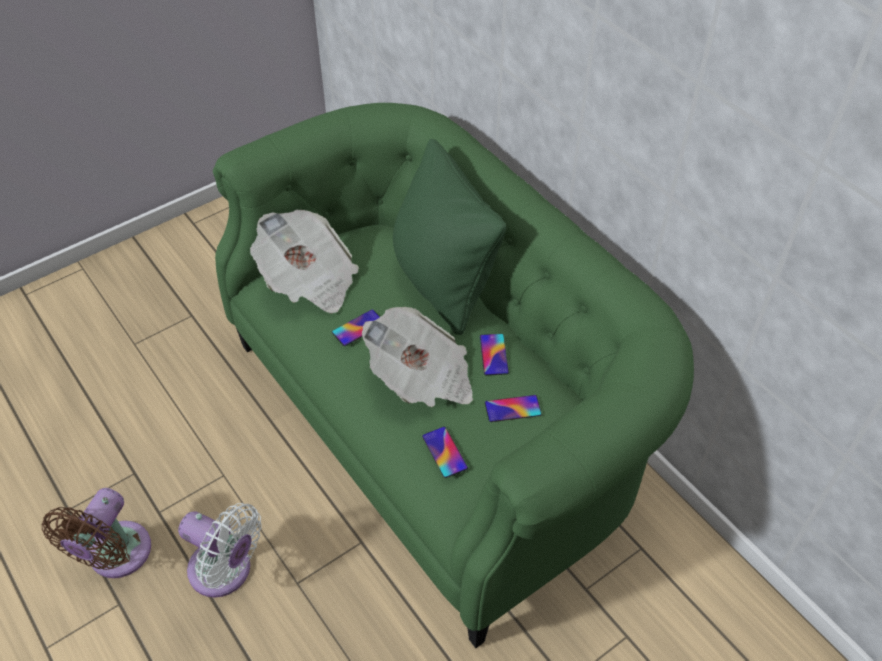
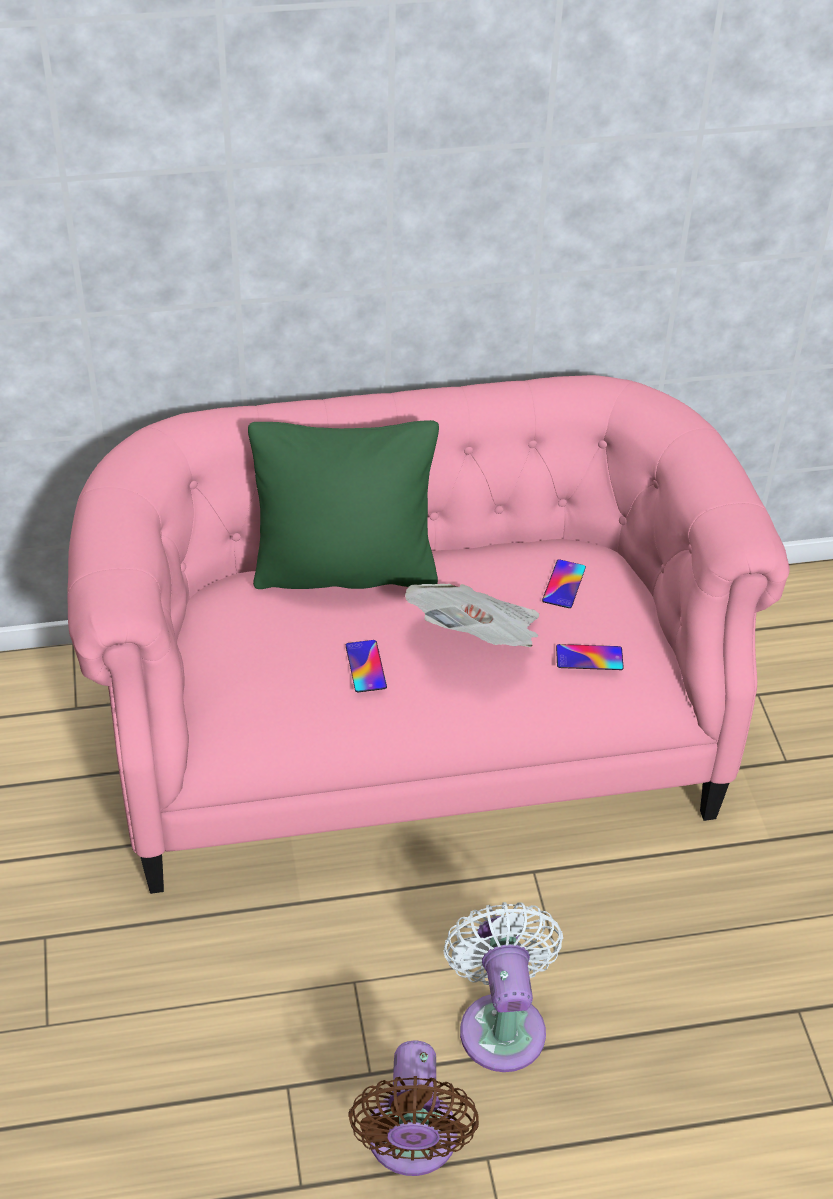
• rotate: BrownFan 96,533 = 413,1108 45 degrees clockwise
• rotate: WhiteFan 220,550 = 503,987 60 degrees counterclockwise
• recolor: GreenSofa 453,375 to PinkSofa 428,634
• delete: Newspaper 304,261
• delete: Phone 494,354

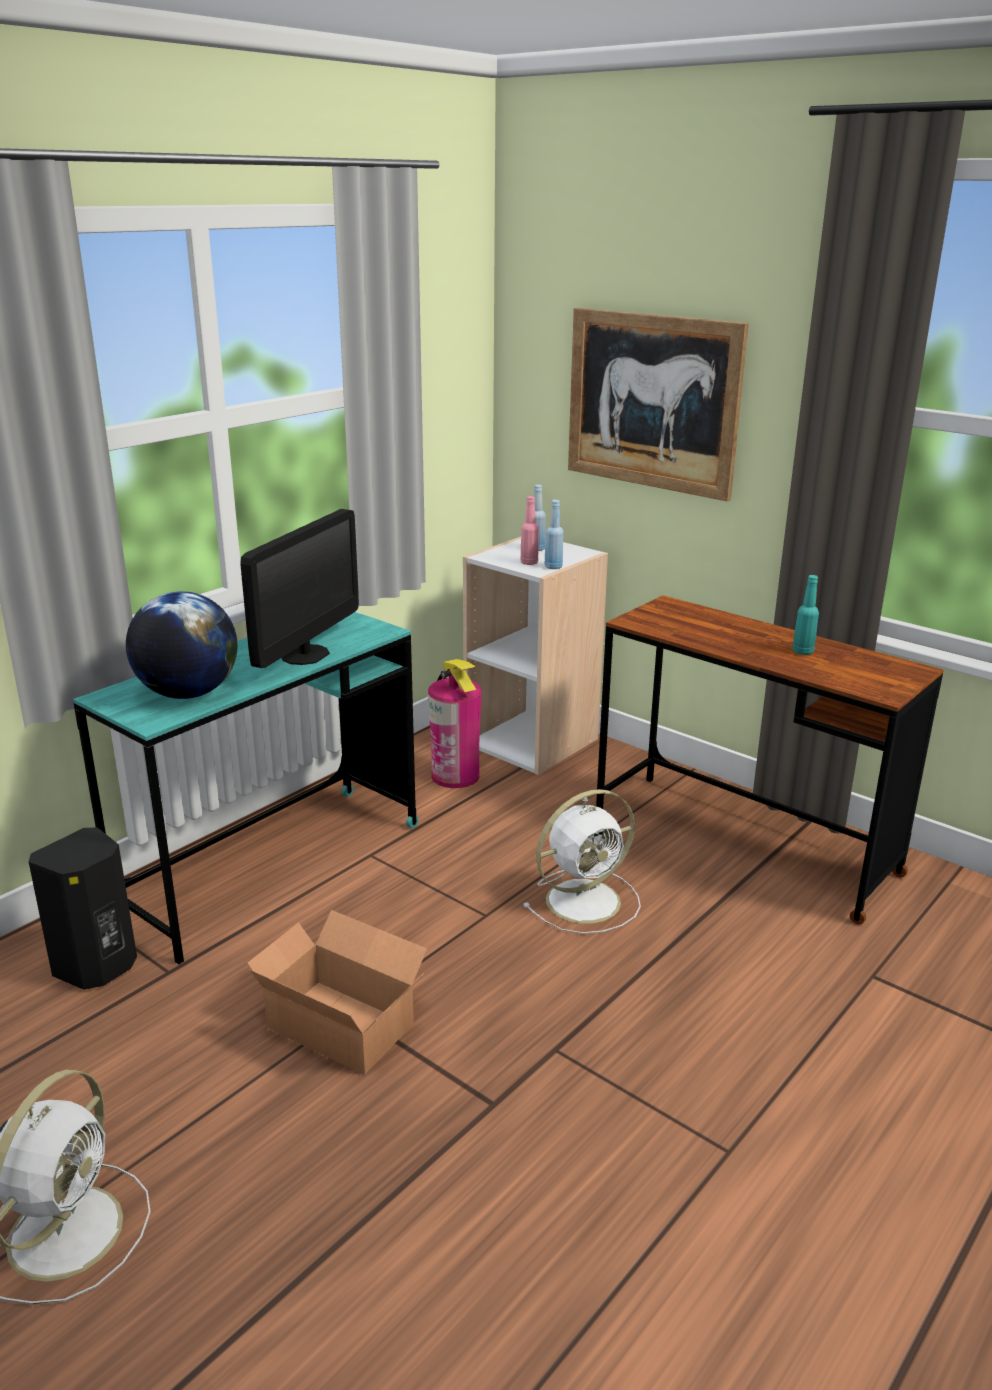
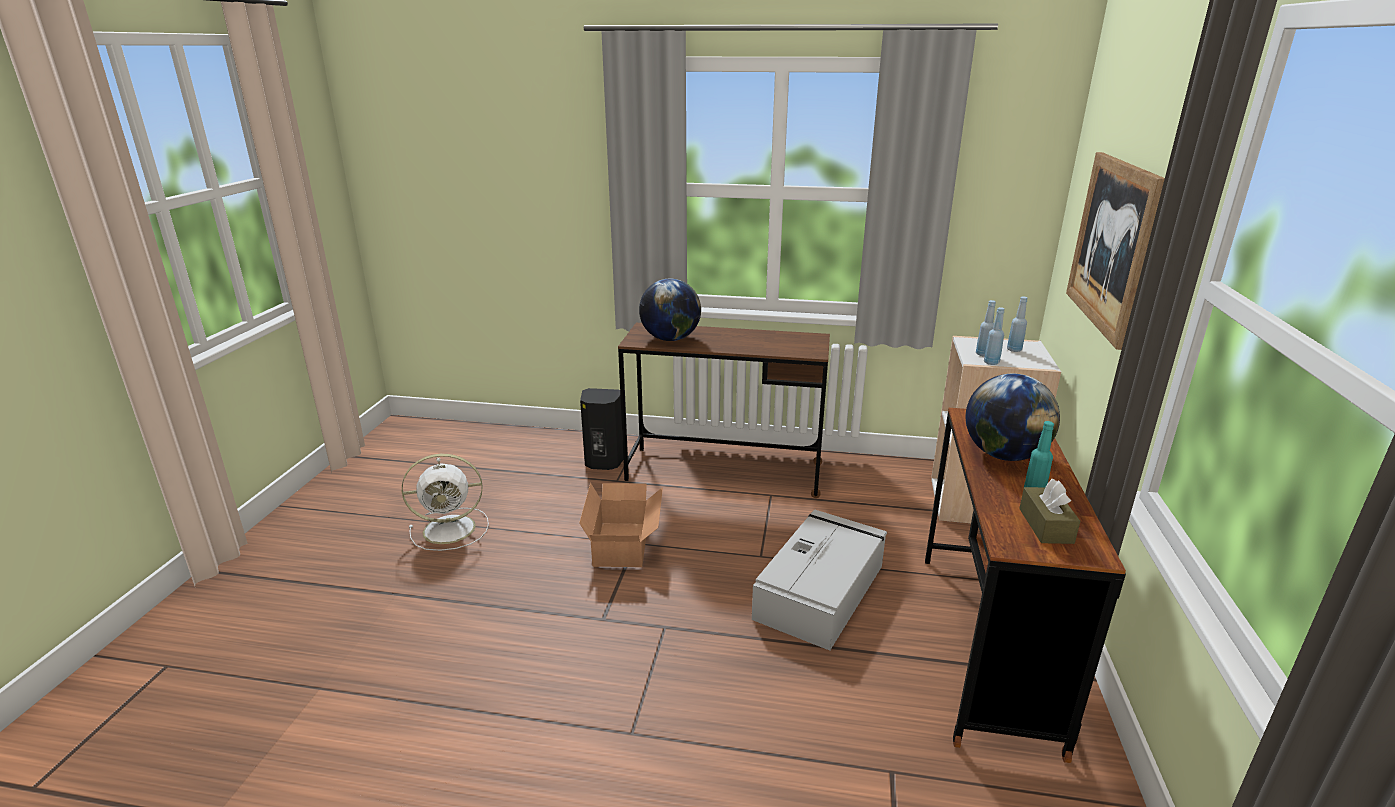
• recolor: TurquoiseDesk 246,788 to BrownDesk 724,410
• delete: Monitor 299,588
• delete: FireExtinguisher 455,723
• recolor: PinkBottle 529,530 to BlueBottle 986,328
• replace: WhiteFan 582,861 to GreyStorageBox 819,580
• insert: Globe 1013,417
• insert: BrownTissueBox 1049,511

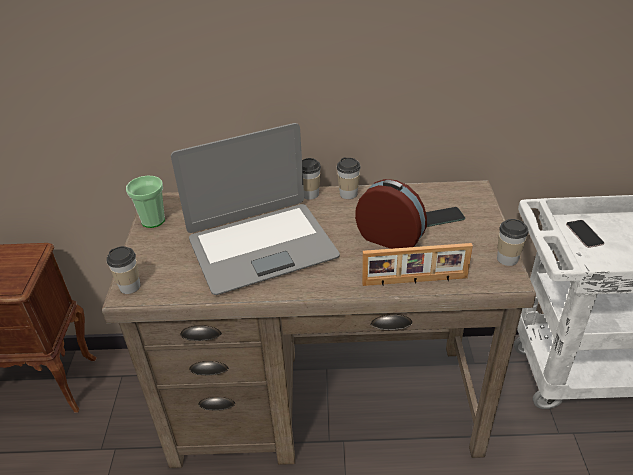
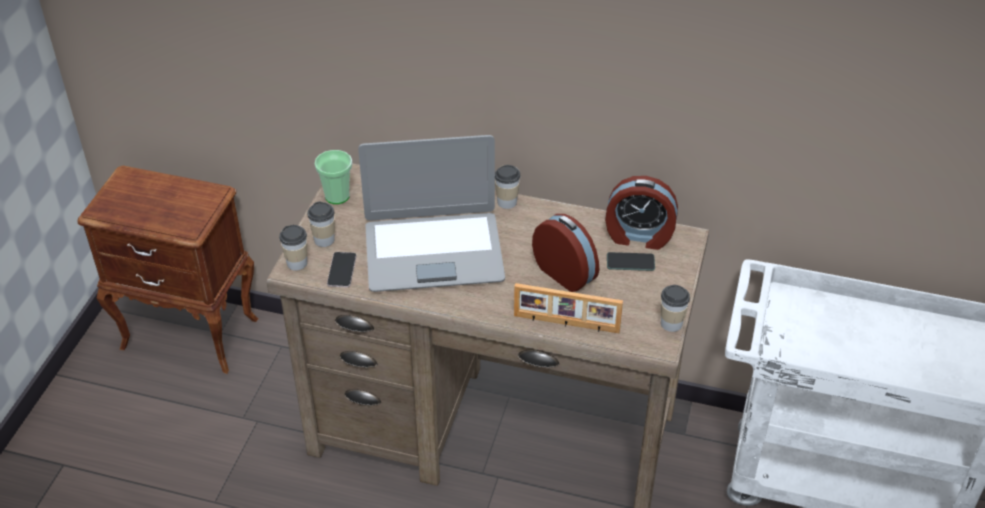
• move: Cup 349,178 to 321,224
• move: Phone 585,234 to 341,269
• insert: AlarmClock 641,213

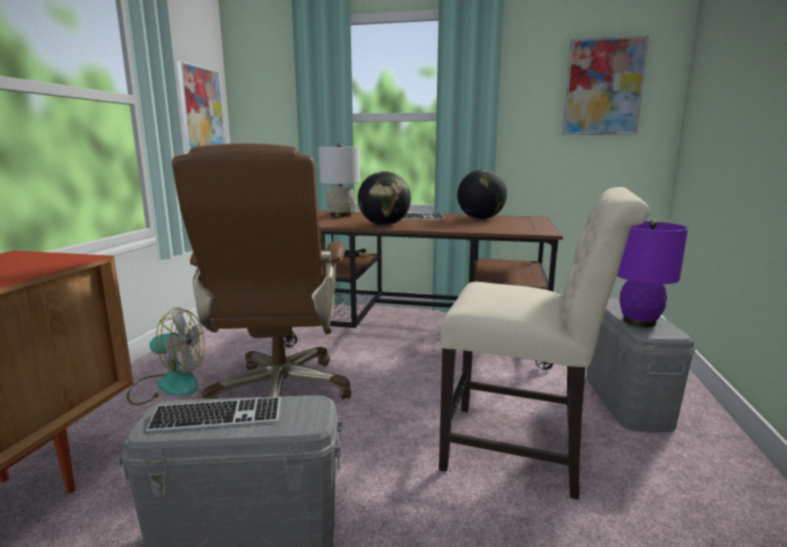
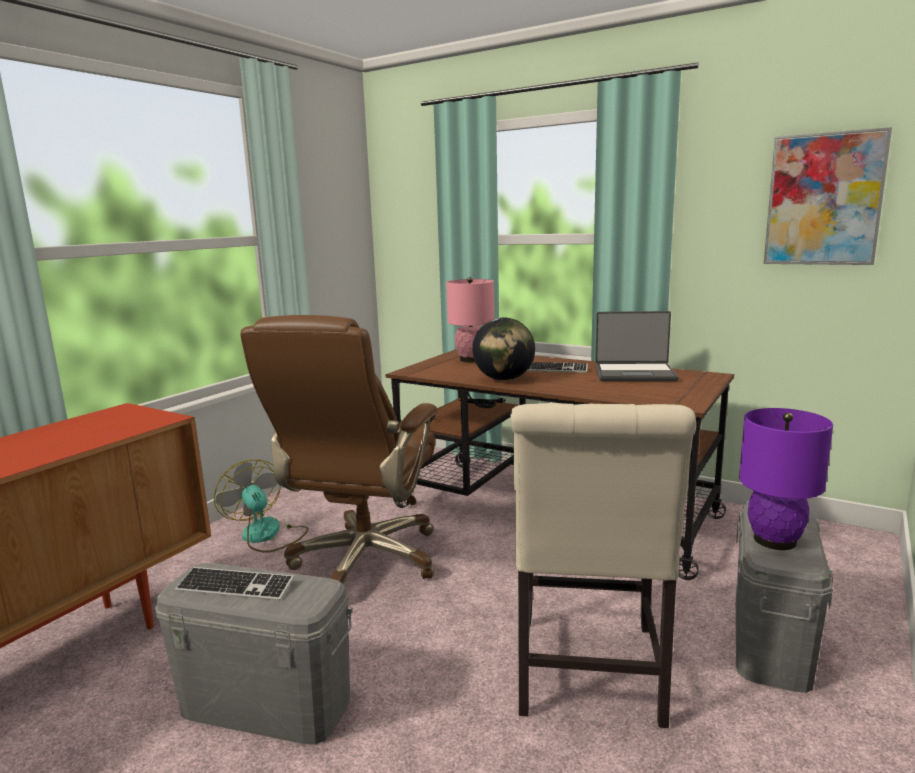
• rotate: Fan 166,356 = 261,506 150 degrees counterclockwise
• delete: Picture 201,107
• recolor: WhiteTableLamp 339,180 to PinkTableLamp 470,319
• rotate: BeigeChair 544,343 = 603,565 60 degrees clockwise
• replace: Globe 482,194 to Laptop 637,346

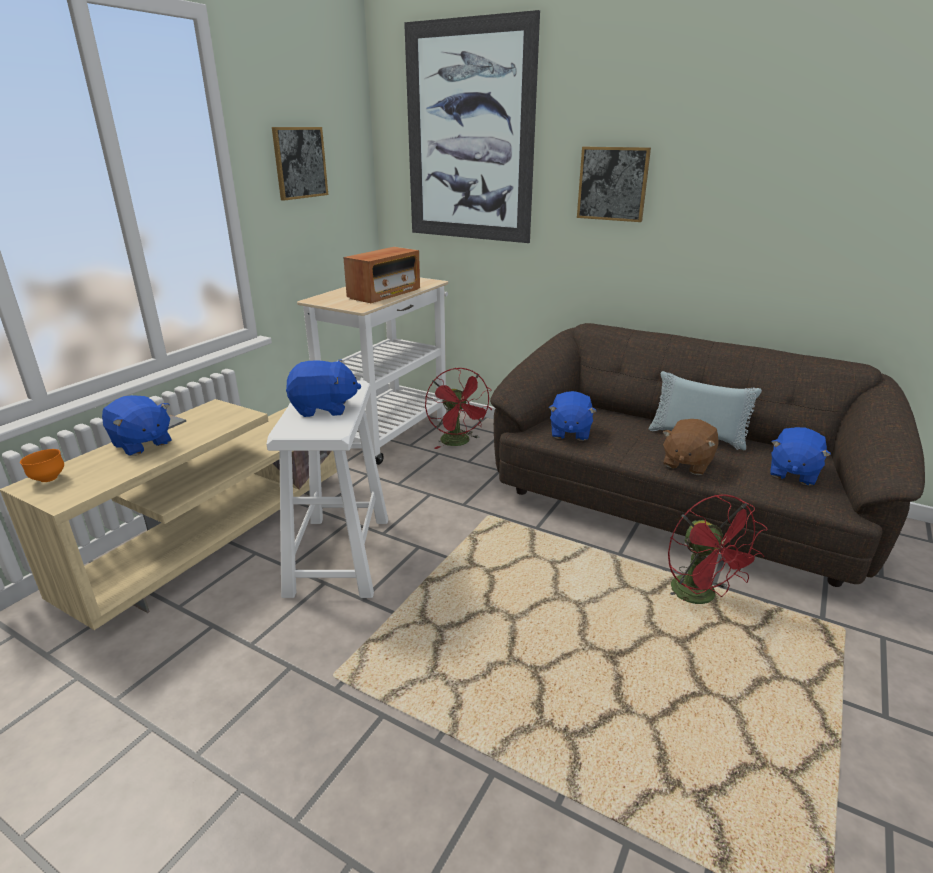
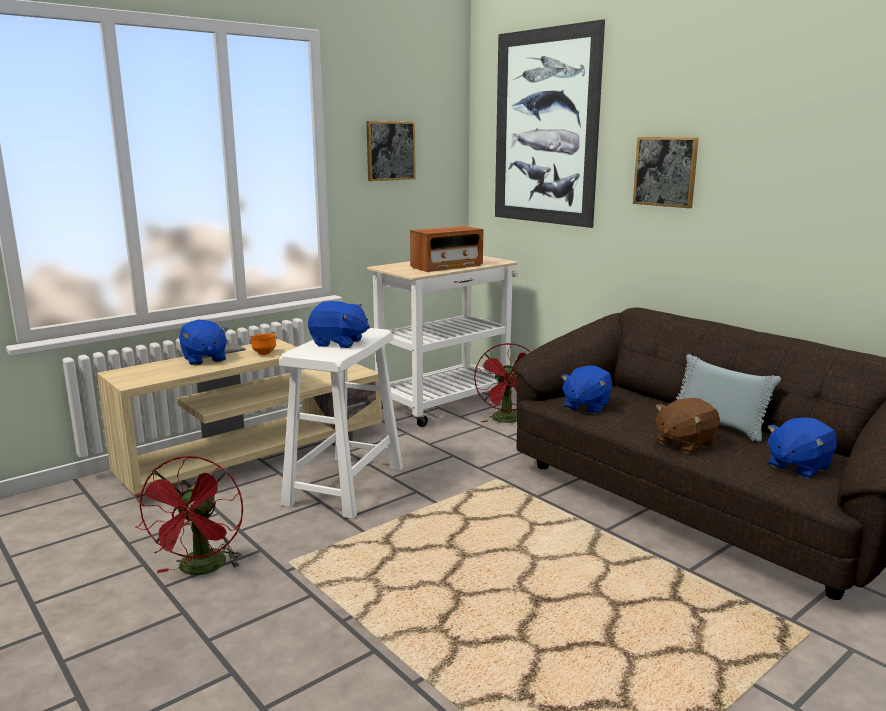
• move: OrangeBowl 42,465 to 263,344
• move: RedFan 717,549 to 188,515

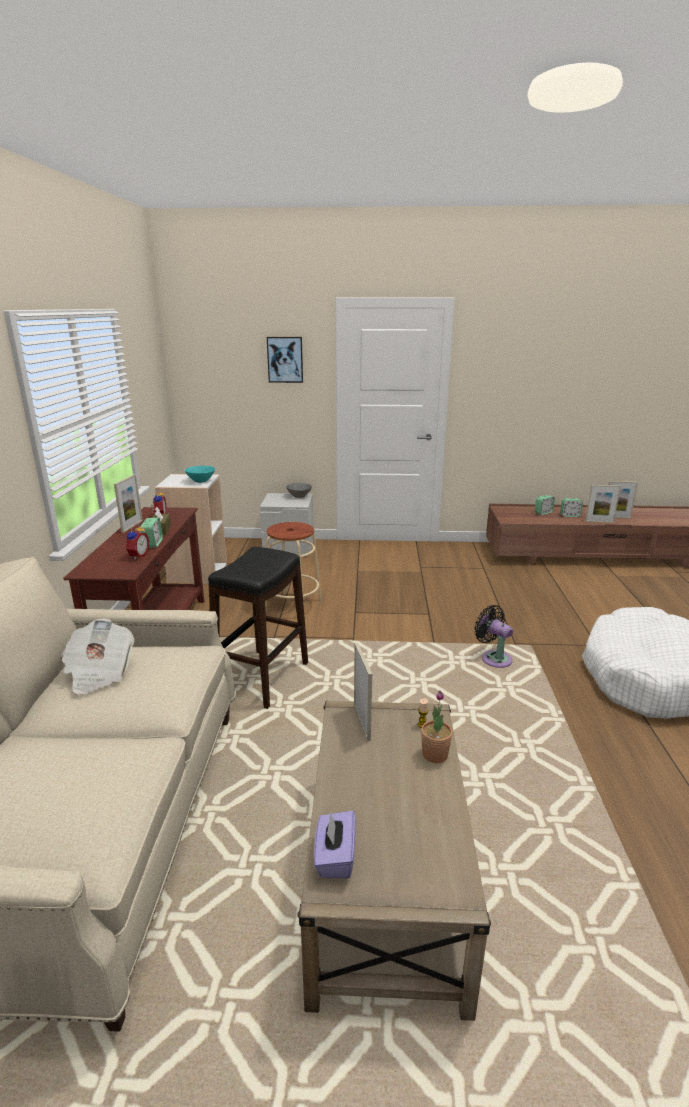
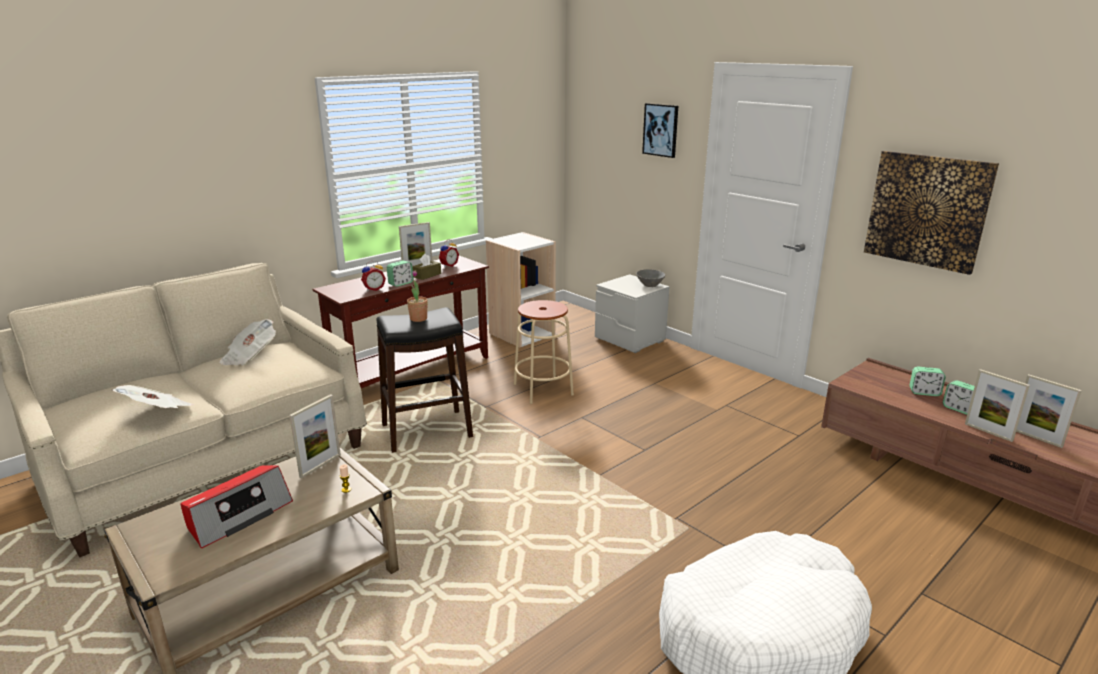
• delete: TurquoiseBowl 200,474
• delete: PurpleTissueBox 335,845
• move: PottedPlant 437,726 to 417,296
• delete: BlackFan 493,636
• insert: Newspaper 153,396
• insert: Radio 236,506
• insert: Picture 931,213

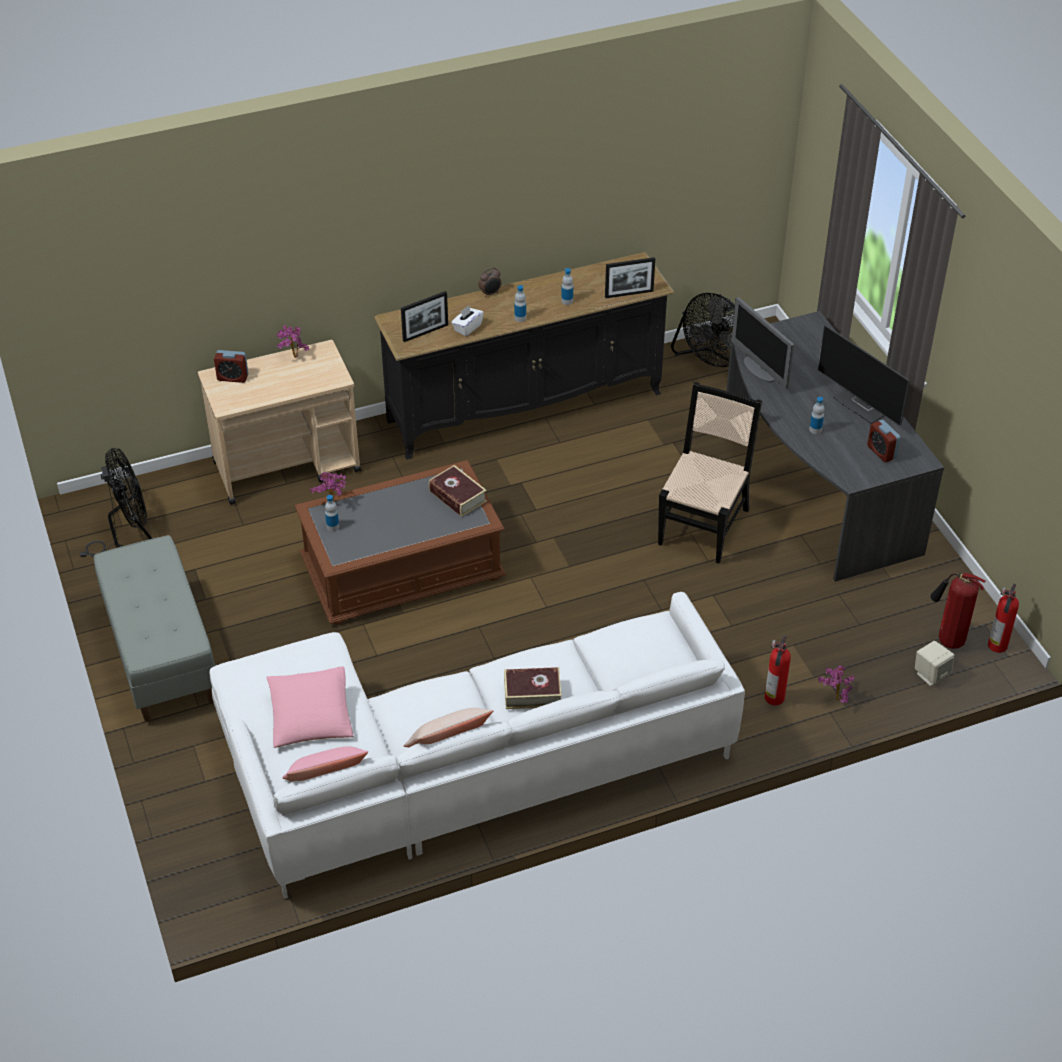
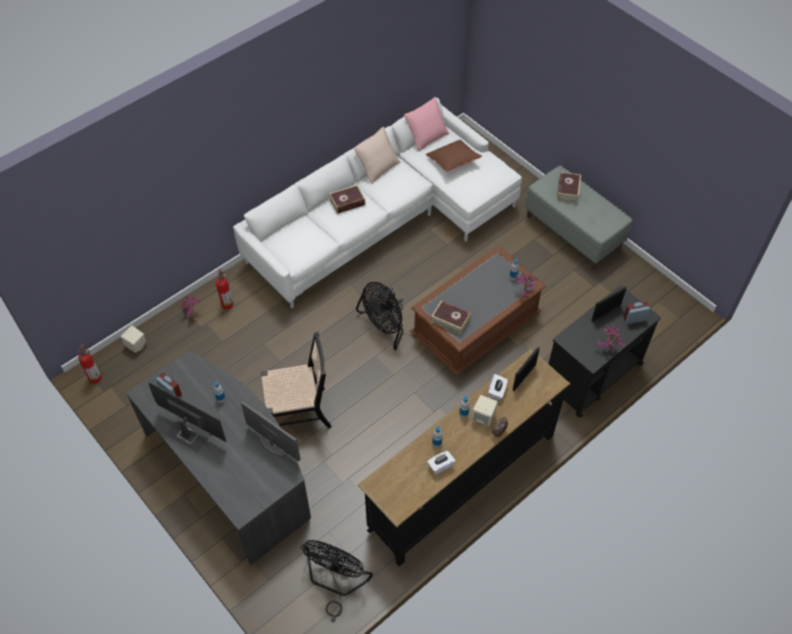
• move: BlackFan 116,502 to 380,316
• recolor: BeigeCart 279,422 to BlackCart 605,352
• recolor: PinkPillow 309,707 to BrownPillow 454,156
• move: PictureFrame 630,277 to 609,303
• rotate: Chair 710,472 = 296,380 105 degrees counterclockwise
• delete: FireExtinguisher 957,611
• insert: WhiteTissueBox 441,463
• insert: BeigeSpeaker 484,411
• insert: Book 569,187

